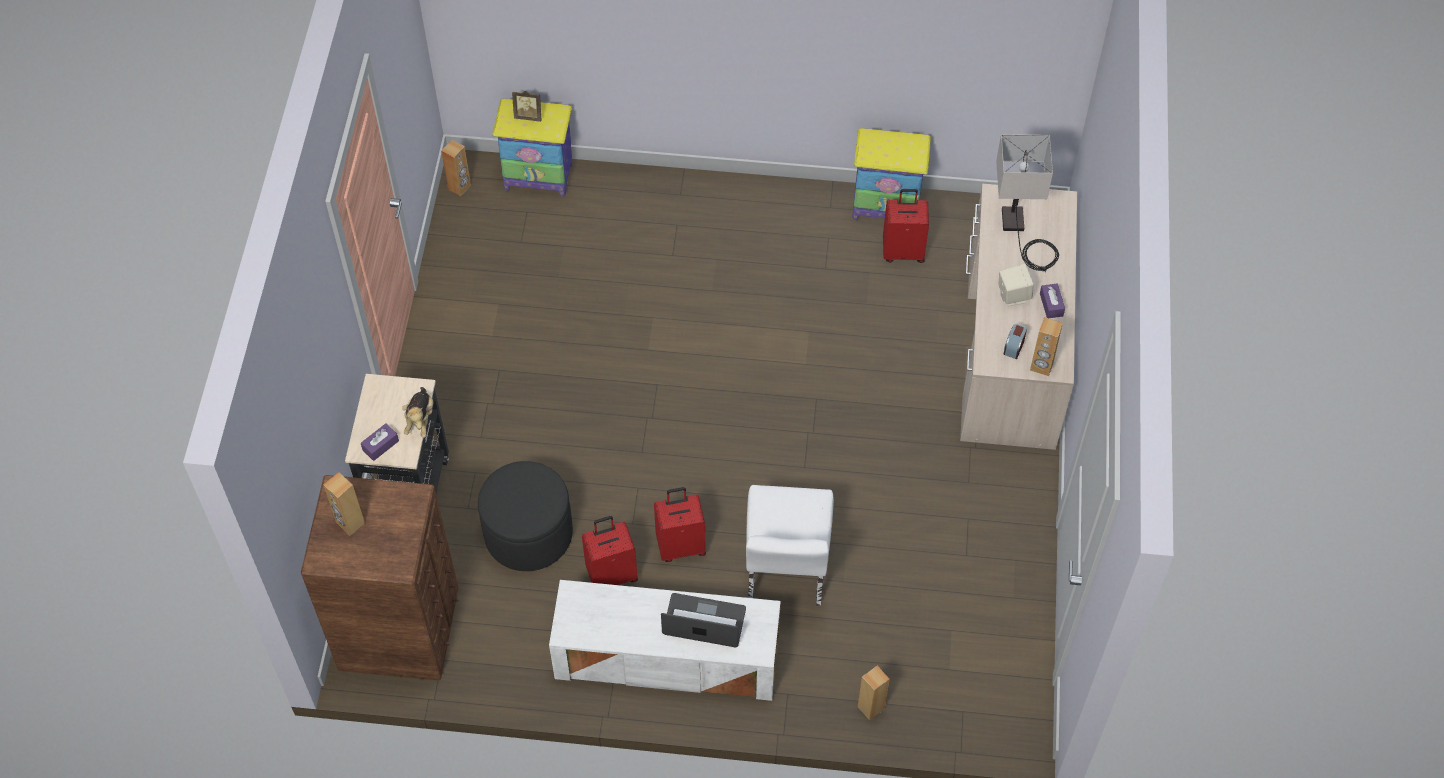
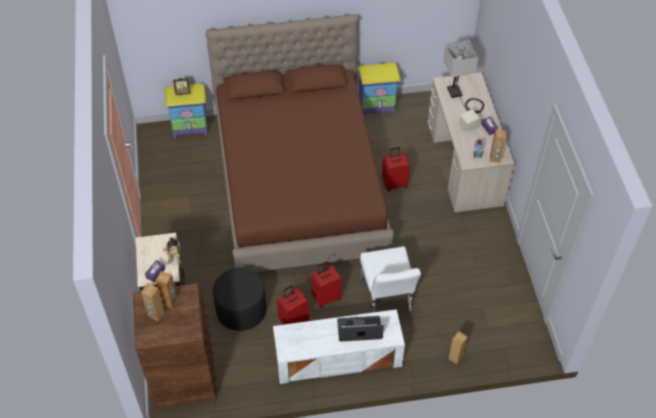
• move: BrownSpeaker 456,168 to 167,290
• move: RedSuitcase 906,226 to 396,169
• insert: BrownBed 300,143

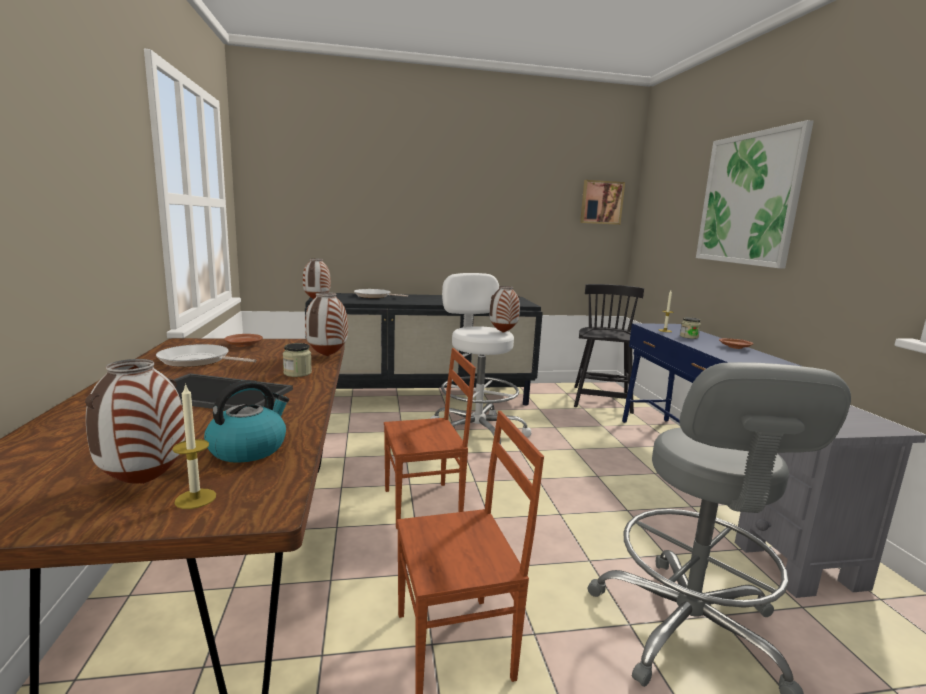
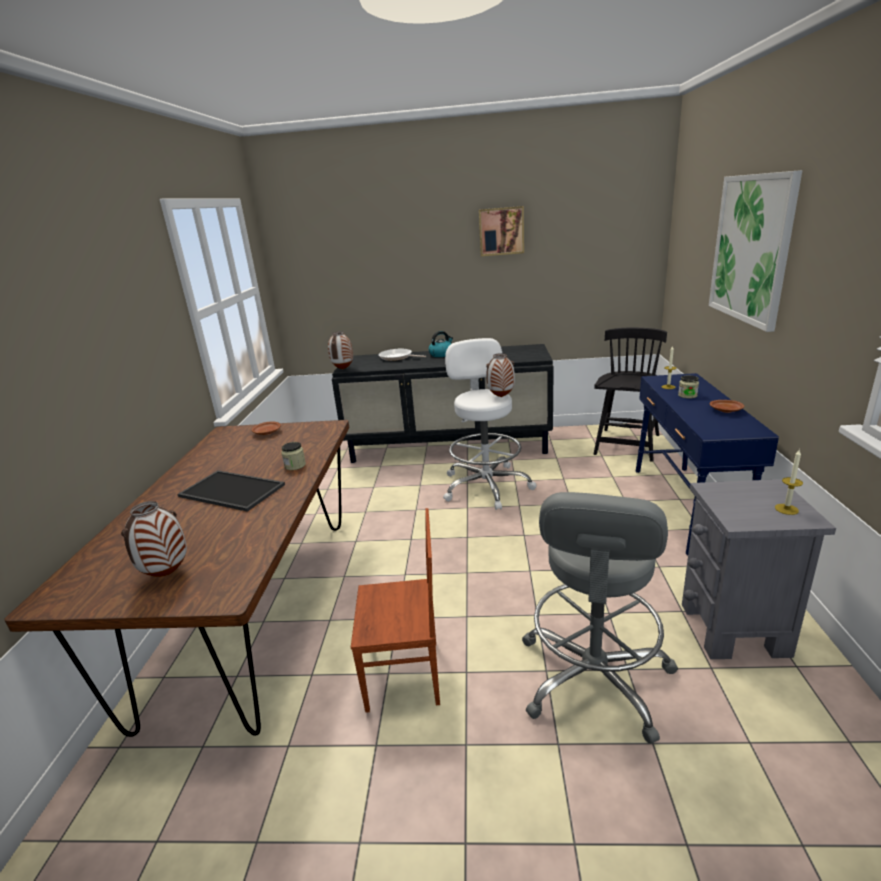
• delete: FryingPan 206,355
• move: Candle 194,446 to 789,482
• move: Kettle 246,421 to 440,344
• delete: Vase 326,324
• delete: BrownChair 430,438
• move: Picture 602,202 to 501,231

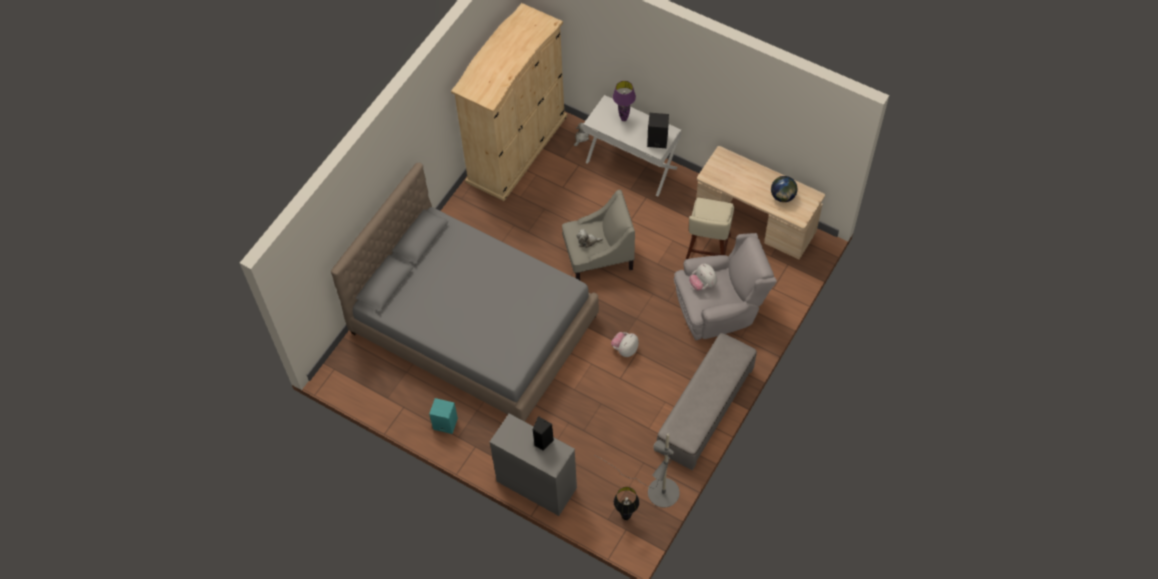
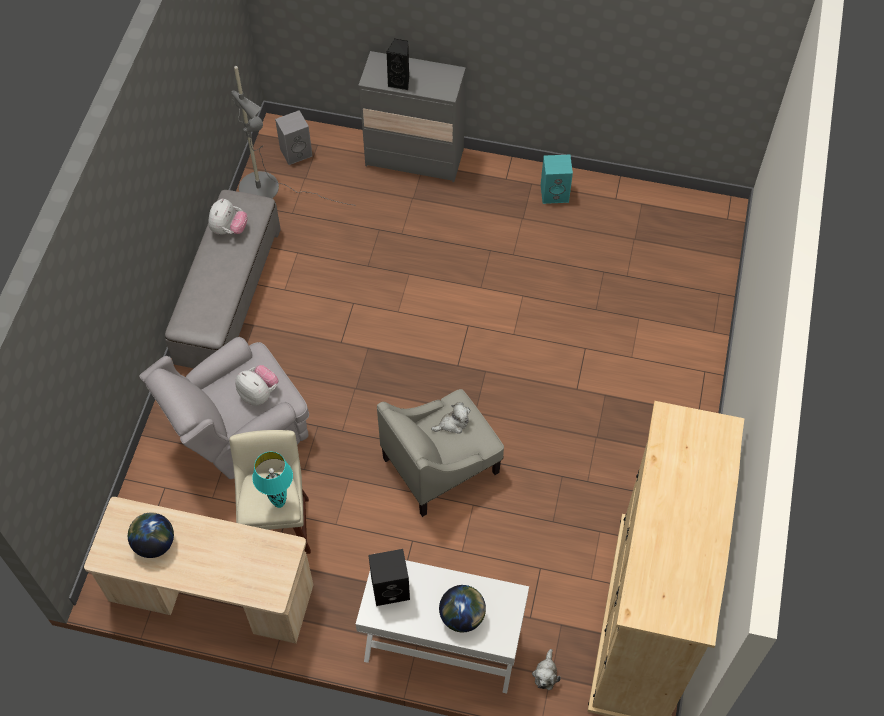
• delete: GreyBed 465,292
• move: PlushToy 625,344 to 228,217
• replace: PurpleTableLamp 624,101 to Globe 462,608
• replace: BlackTableLamp 626,503 to GreySpeaker 294,137
• insert: TurquoiseTableLamp 272,480

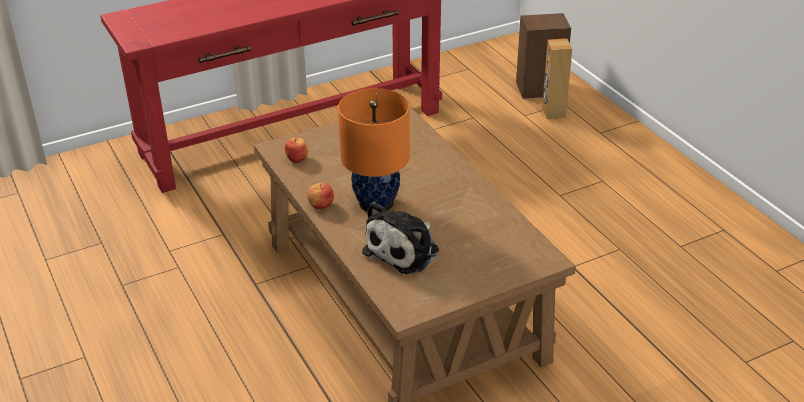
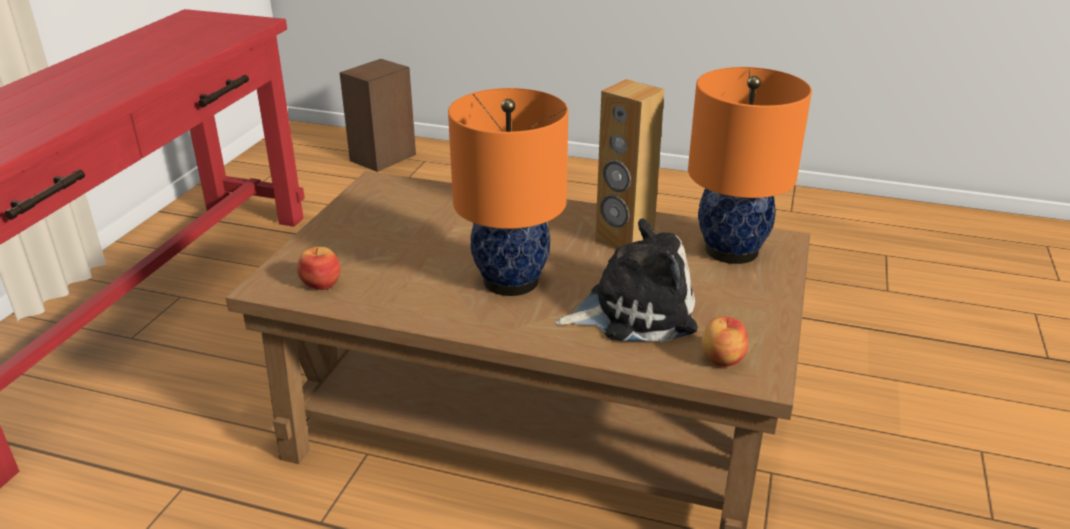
• move: Apple 320,196 to 725,342
• rotate: PlushToy 400,238 = 626,280 90 degrees counterclockwise
• move: BrownSpeaker 557,79 to 629,164
• insert: OrangeTableLamp 750,165

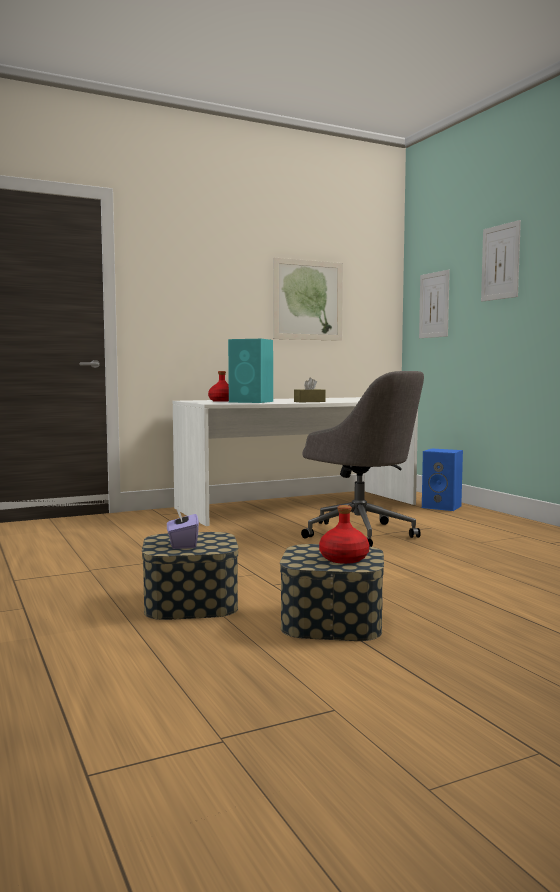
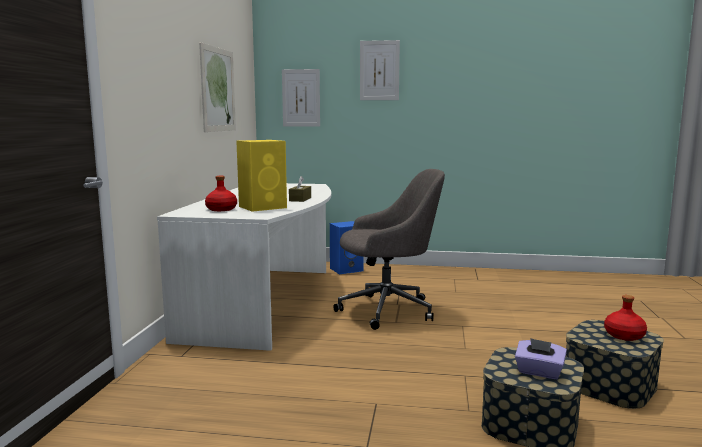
• recolor: TurquoiseSpeaker 250,371 to YellowSpeaker 261,176

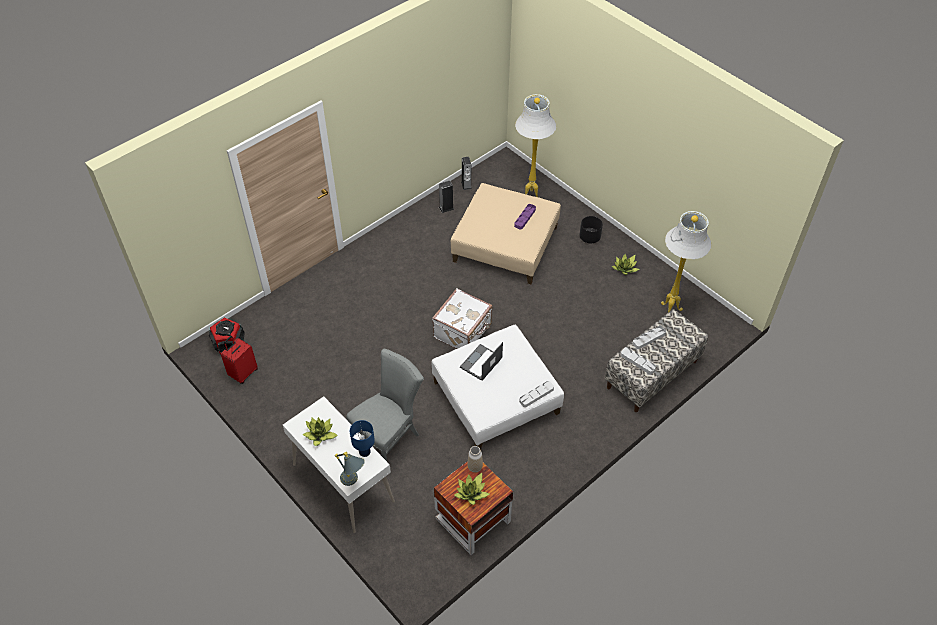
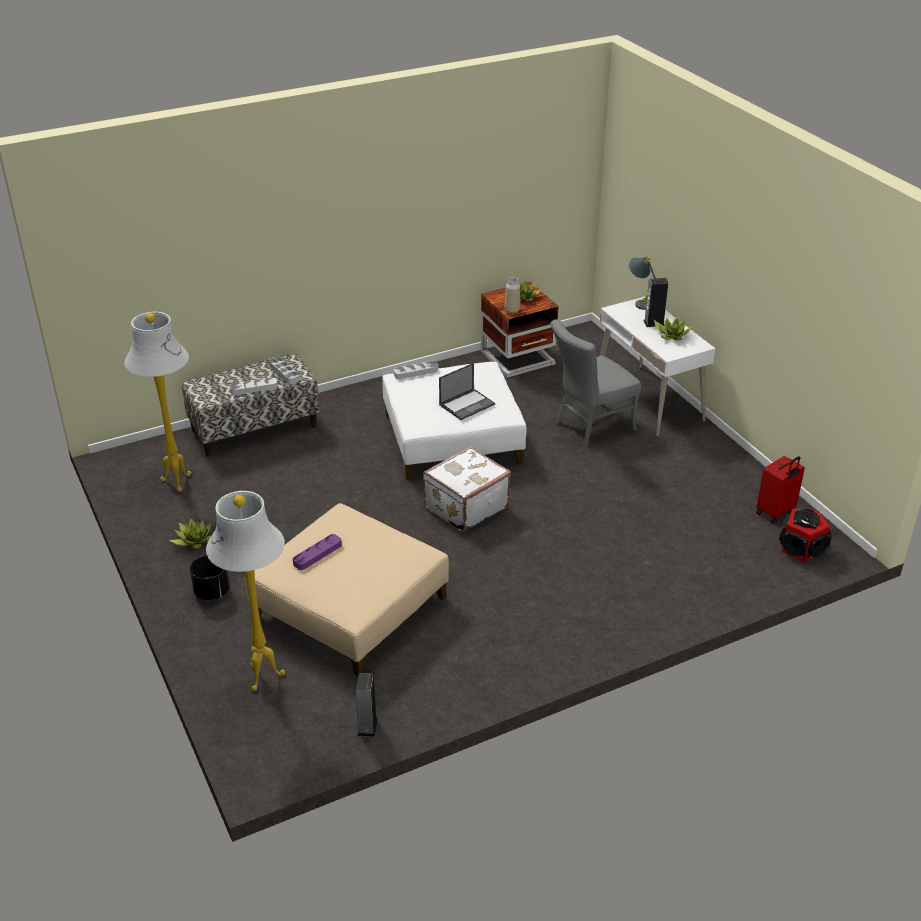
• delete: BlueTableLamp 362,438
• move: Speaker 446,197 to 656,302

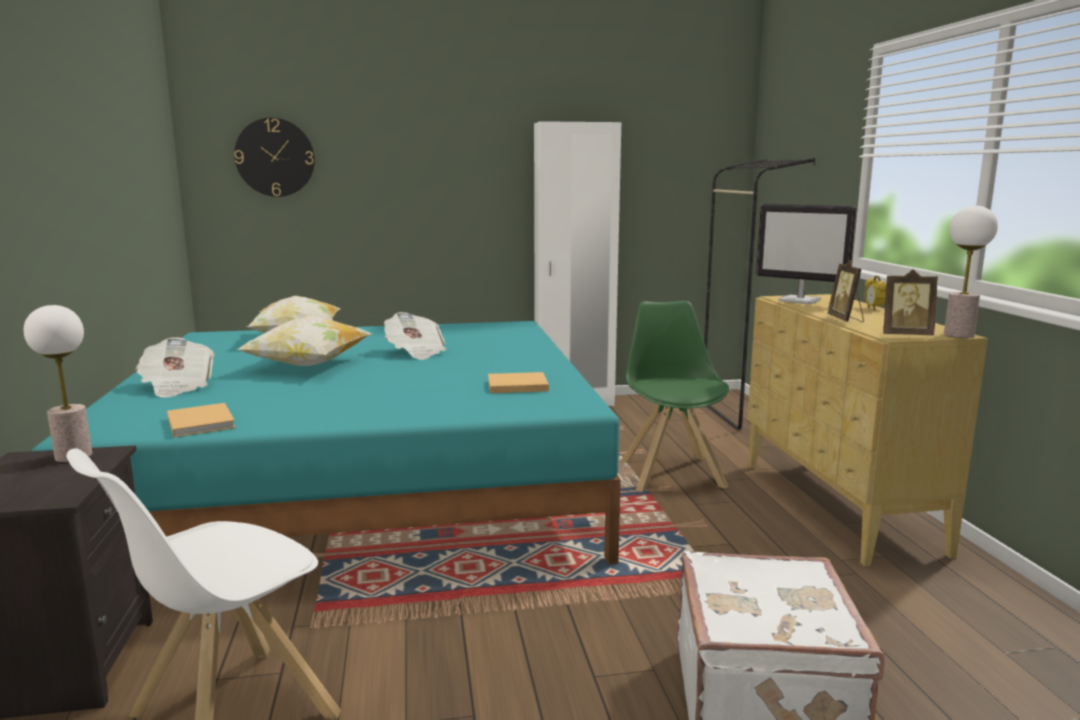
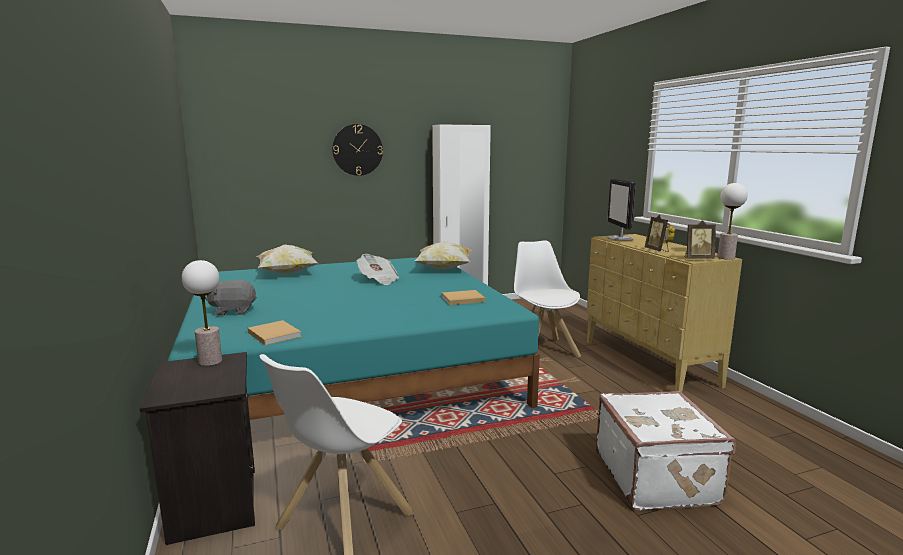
• replace: Newspaper 175,367 to GreyPlushToy 231,298
• move: WallClock 274,157 to 357,150
• move: Pillow 303,341 to 443,255
• recolor: GreenChair 674,396 to WhiteChair 547,298
• delete: BlackClothesRack 759,294
• rotate: Monitor 806,254 = 621,210 60 degrees clockwise

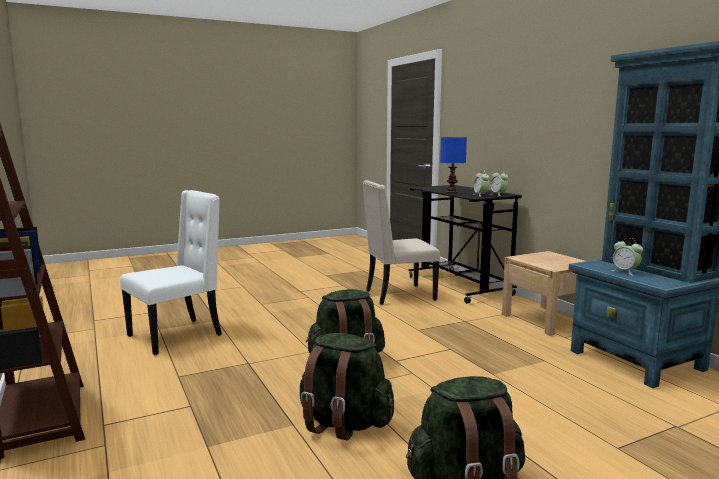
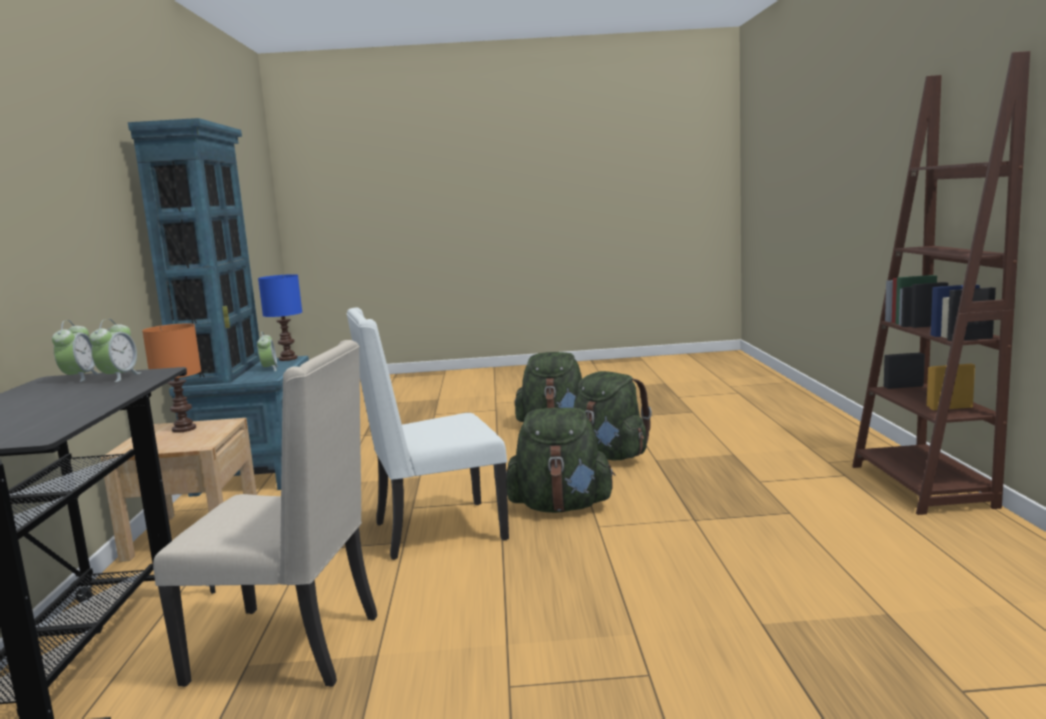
• move: WhiteChair 171,272 to 427,434
• move: BlueTableLamp 453,165 to 280,317
• insert: OrangeTableLamp 171,378

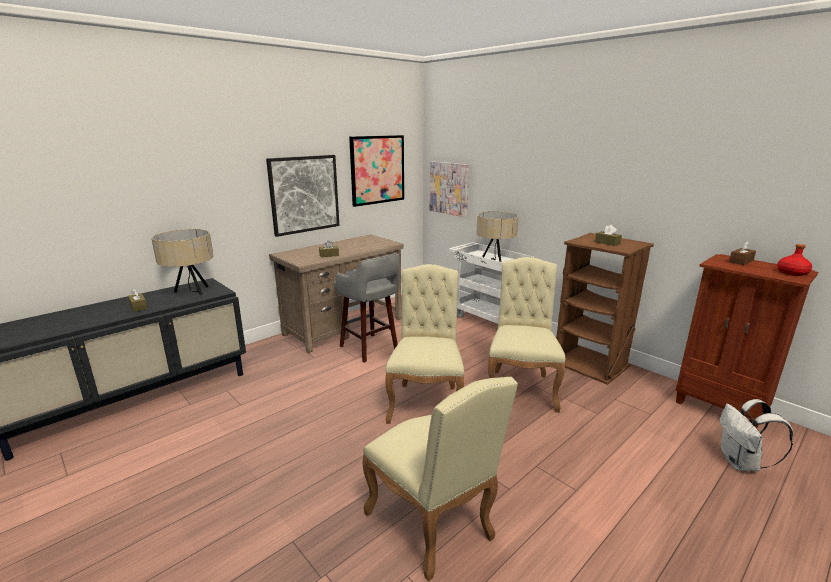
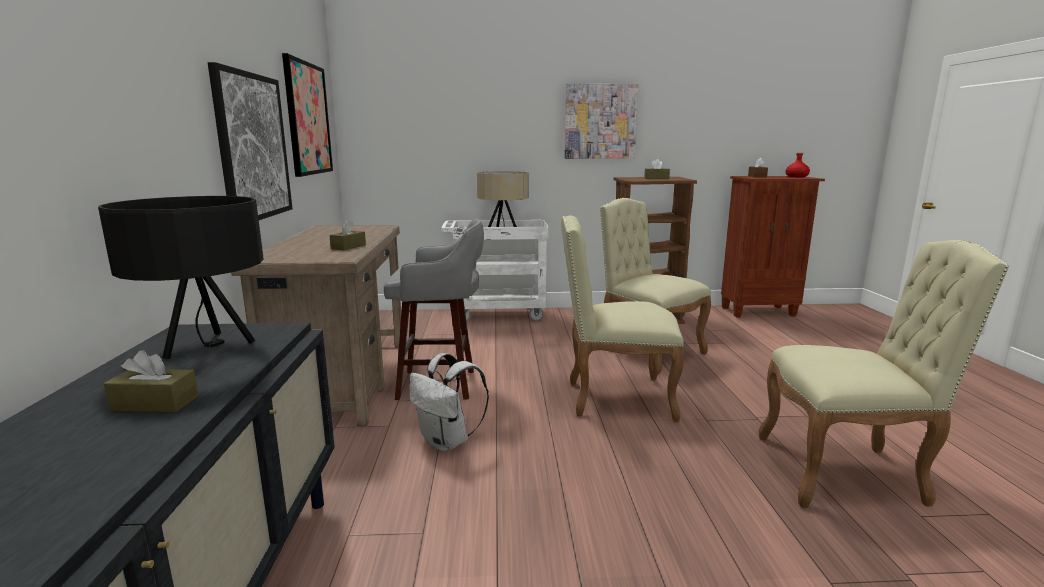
• recolor: BeigeTableLamp 182,262 to BlackTableLamp 181,277
• rotate: BeigeChair 424,344 = 622,318 45 degrees counterclockwise
• move: Picture 449,189 to 601,121
• move: WhiteBackpack 756,435 to 449,402

